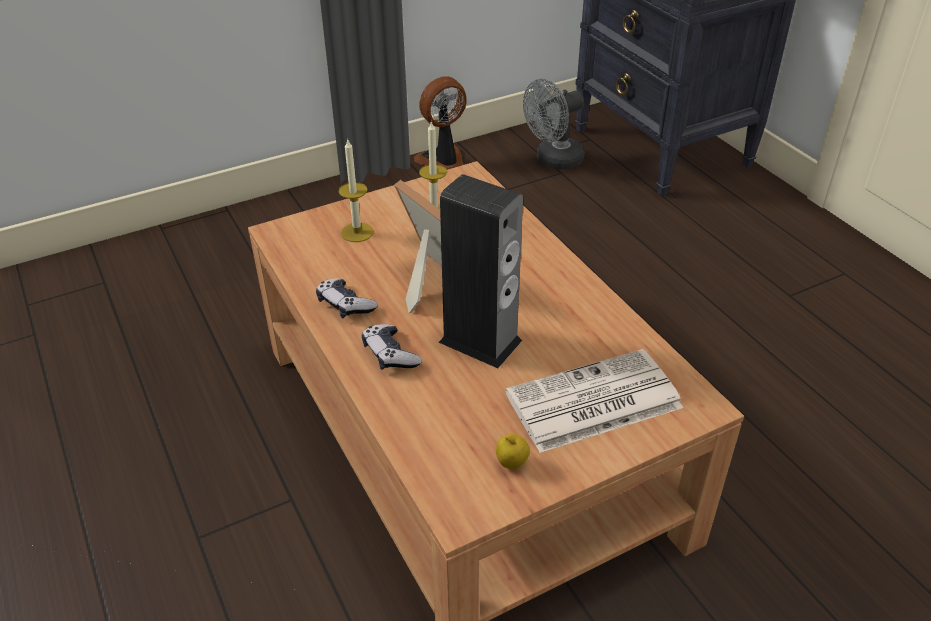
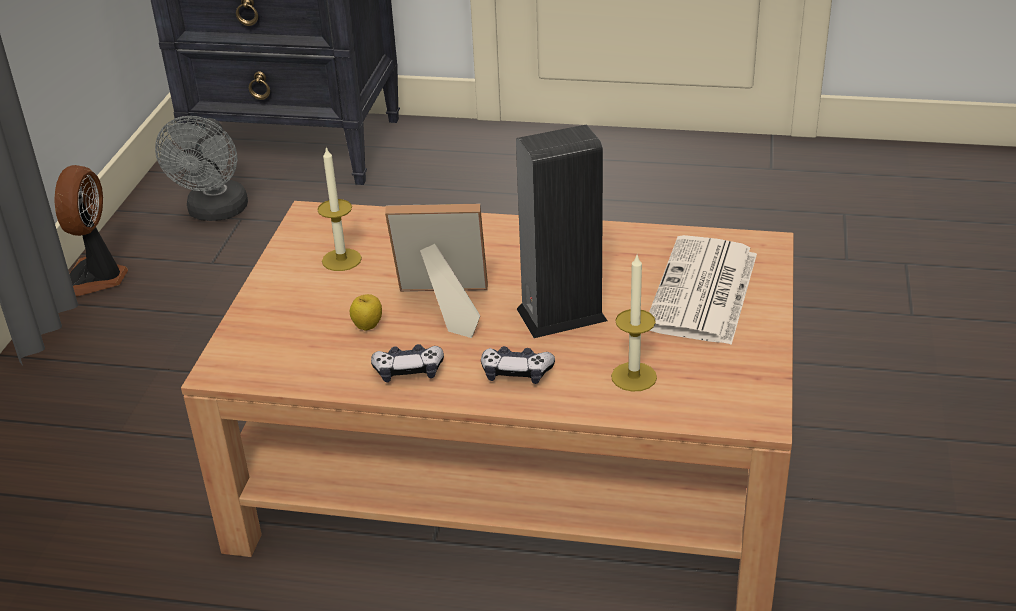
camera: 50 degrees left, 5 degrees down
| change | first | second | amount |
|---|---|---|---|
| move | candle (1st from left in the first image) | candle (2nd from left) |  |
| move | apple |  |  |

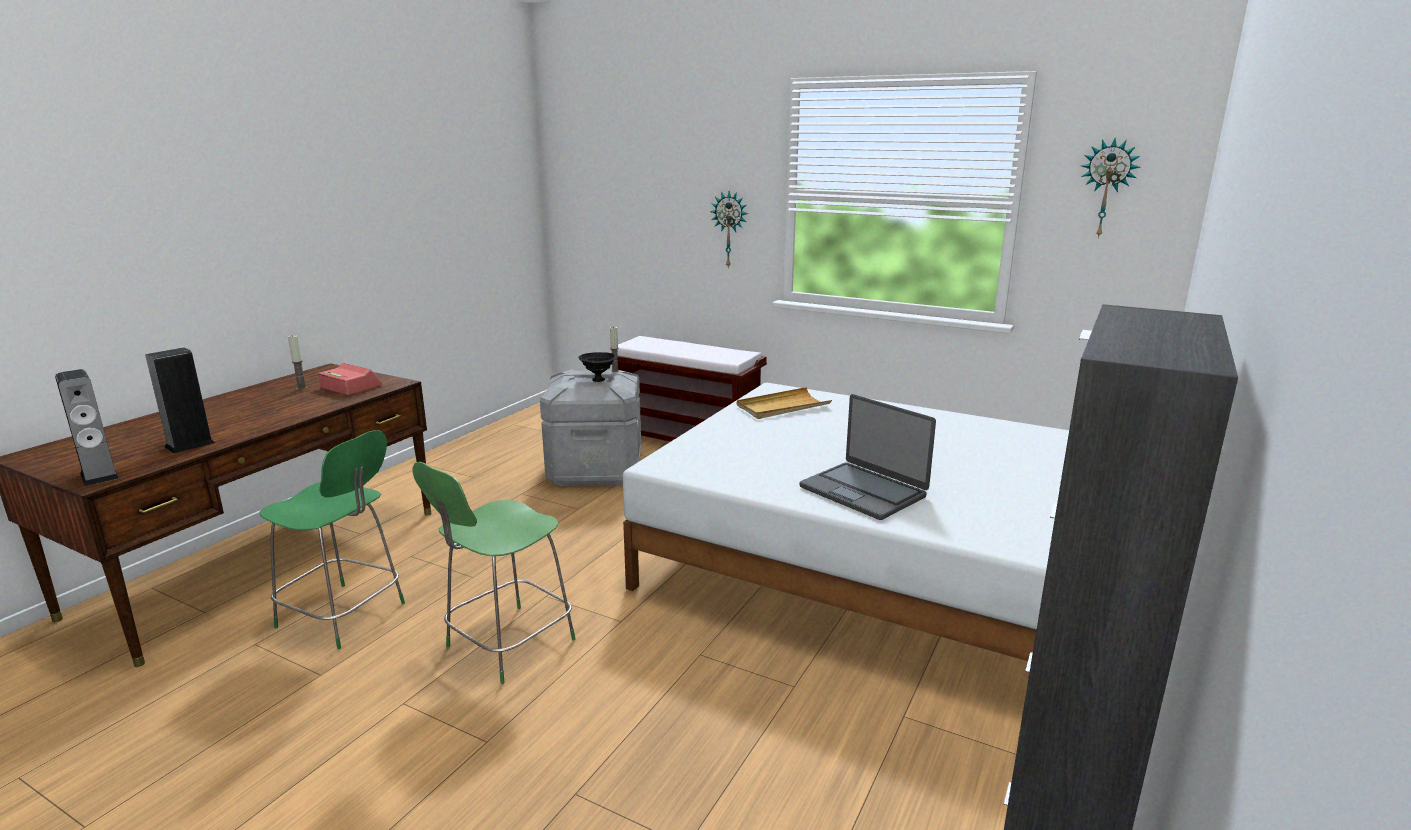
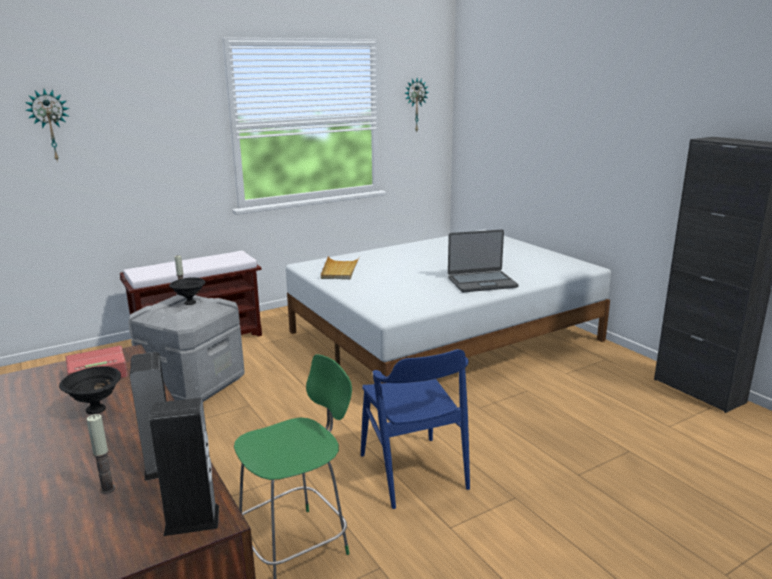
camera: 60 degrees left, 0 degrees up
| change | first | second | amount |
|---|---|---|---|
| insert |  | bowl (black) (1st from left) |  |
| move | candle (1st from left) |  |  |
| move | wall clock (1st from left) |  |  |
| replace | stool (green) (2nd from left) | chair (blue) |  |

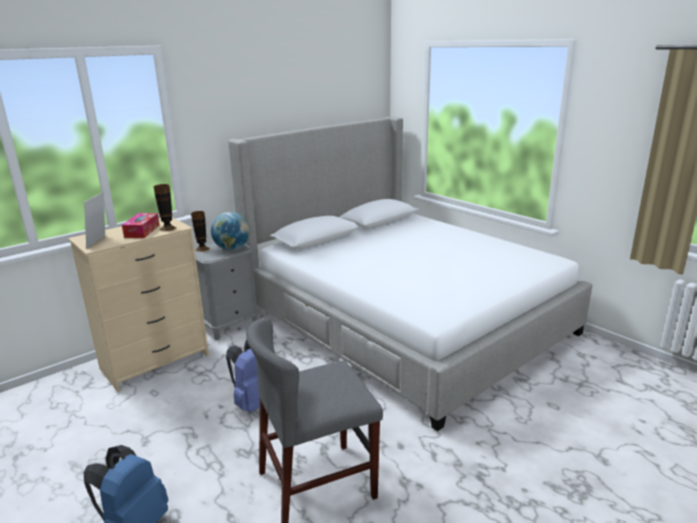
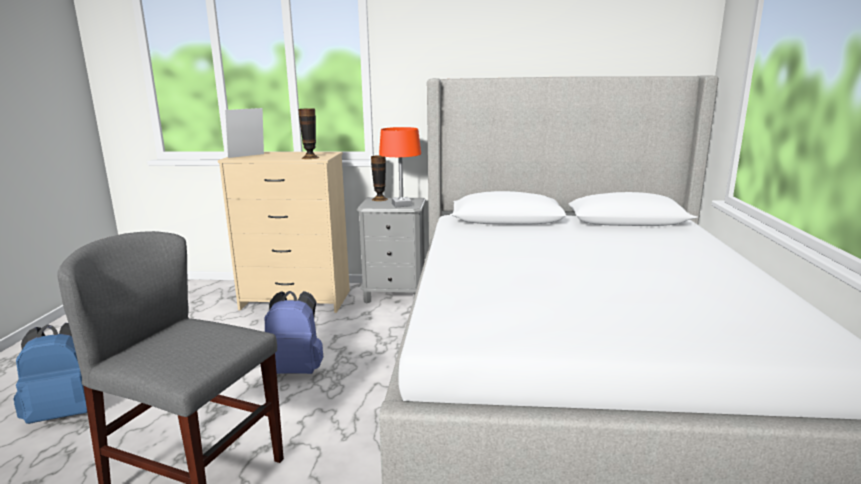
camera: 45 degrees right, 5 degrees down
| change | first | second | amount |
|---|---|---|---|
| delete | tissue box |  |  |
| replace | globe | table lamp (orange) |  |

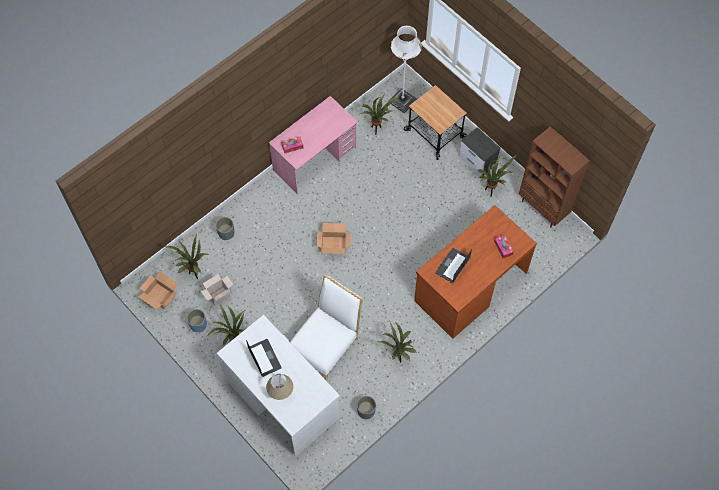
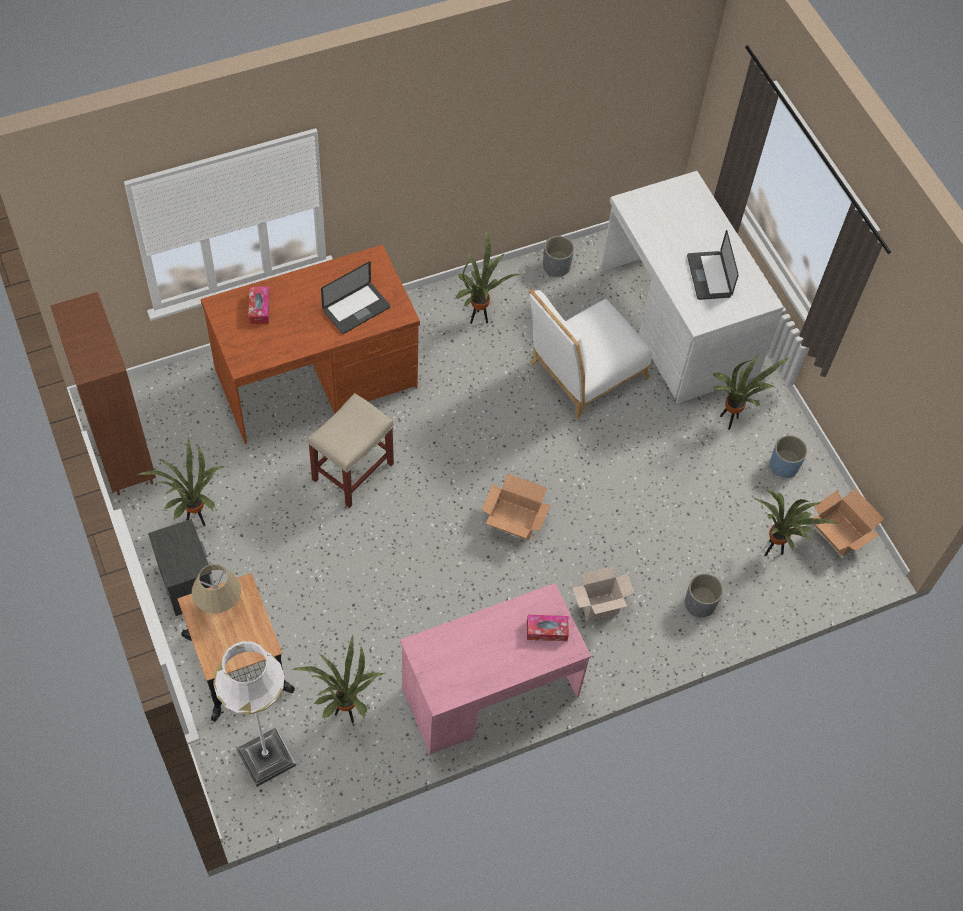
camera: 165 degrees left, 5 degrees down
| change | first | second | amount |
|---|---|---|---|
| insert |  | stool (beige) |  |
| move | cardboard box (2nd from left) |  |  |
| move | table lamp (beige) |  |  |

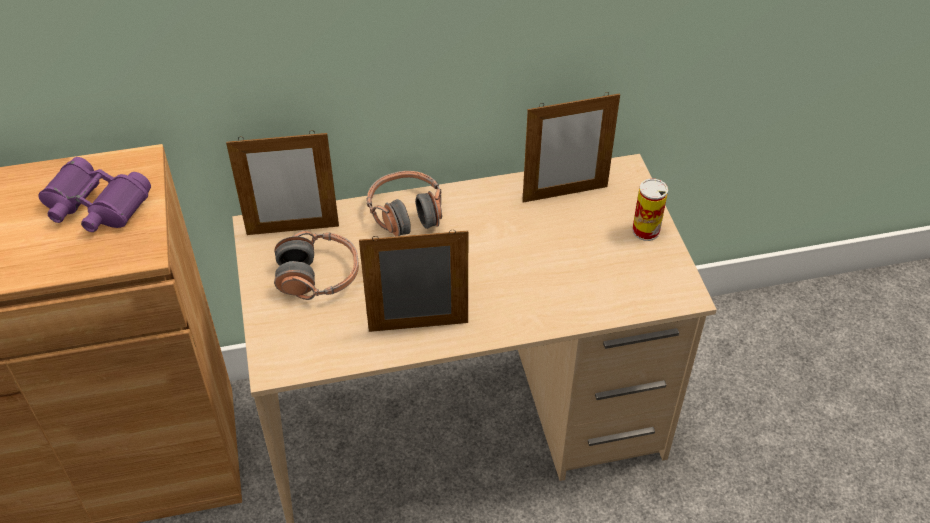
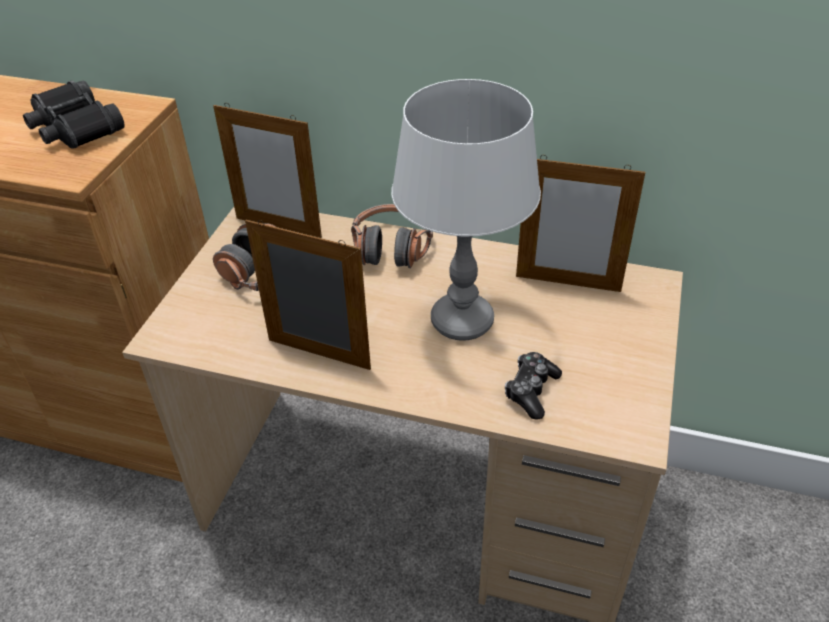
camera: 30 degrees right, 5 degrees down
| change | first | second | amount |
|---|---|---|---|
| delete | can |  |  |
| insert |  | table lamp (white) |  |
| insert |  | game controller |  |
| recolor | binoculars (purple) | binoculars (black) |  |

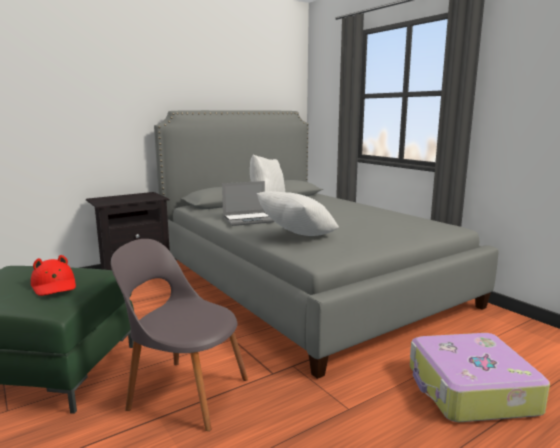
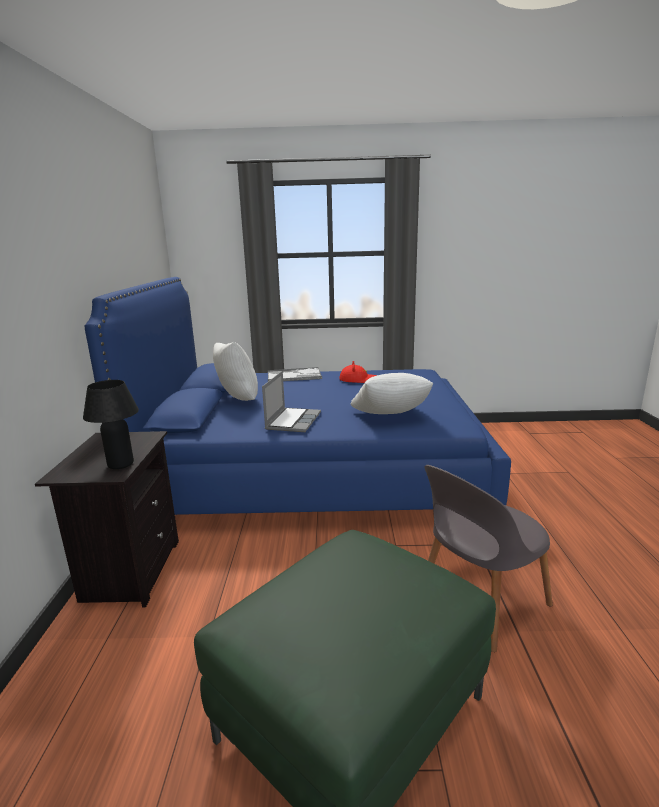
camera: 55 degrees left, 5 degrees up
| change | first | second | amount |
|---|---|---|---|
| delete | suitcase |  |  |
| insert |  | table lamp (black) |  |
| insert |  | tray |  |
| move | hat (red) |  |  |
| recolor | bed (grey) | bed (blue) |  |

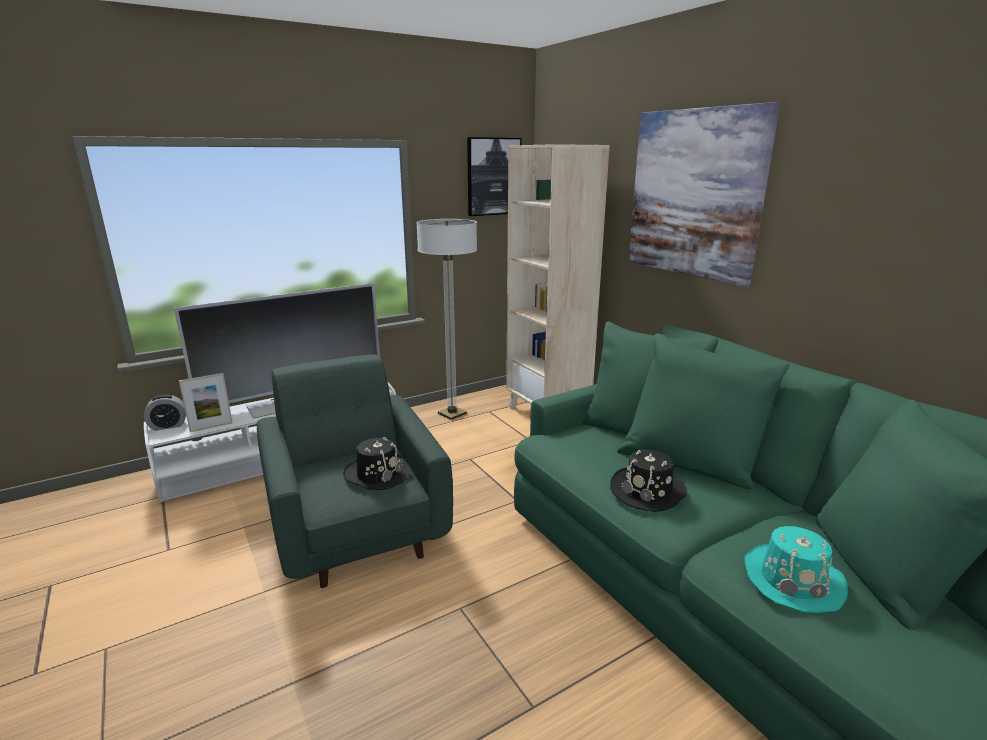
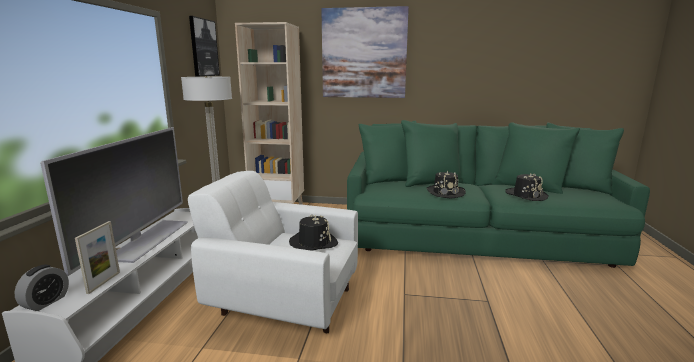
camera: 50 degrees left, 5 degrees down
| change | first | second | amount |
|---|---|---|---|
| recolor | armchair (green) | armchair (white) |  |
| recolor | hat (turquoise) | hat (black) (3rd from left) |  |

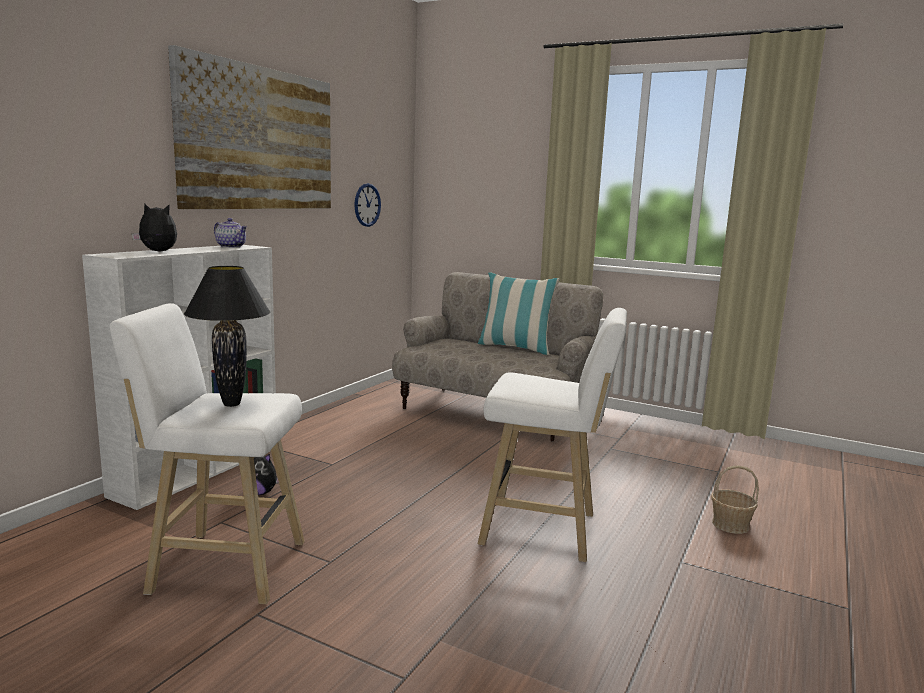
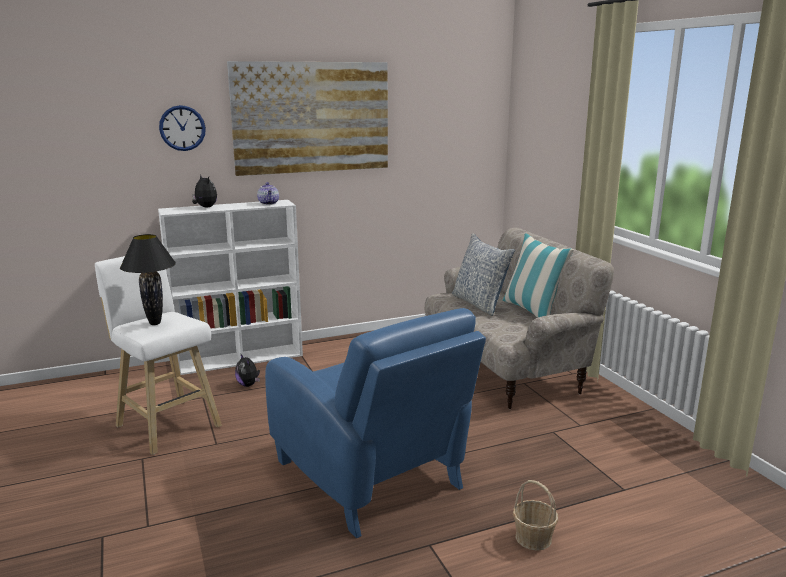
camera: 40 degrees right, 5 degrees up
| change | first | second | amount |
|---|---|---|---|
| insert |  | pillow (1st from left) |  |
| move | wall clock |  |  |
| replace | stool (white) (2nd from left) | armchair (blue) |  |

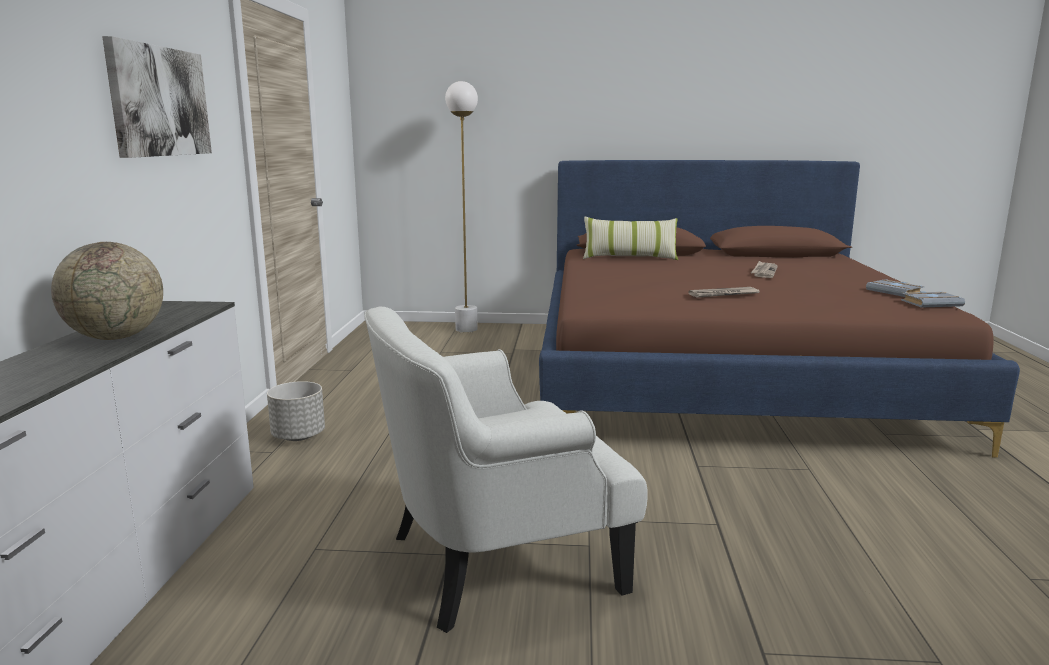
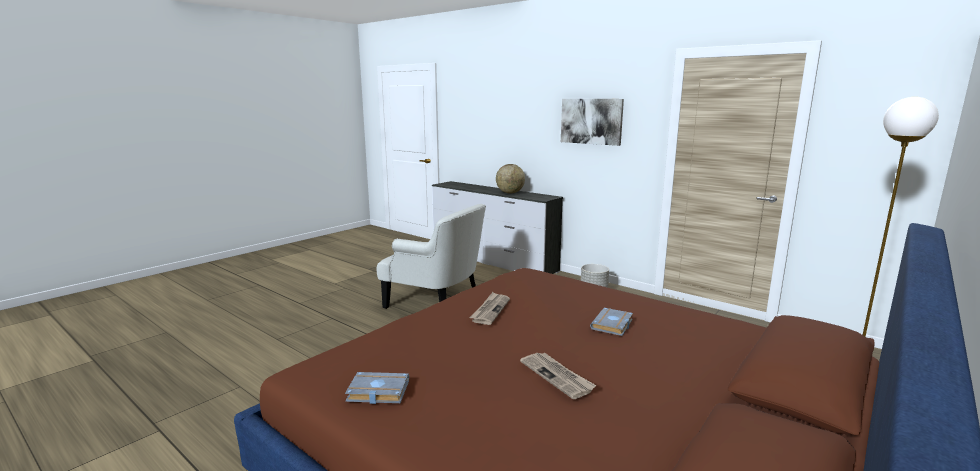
camera: 125 degrees right, 0 degrees up
| change | first | second | amount |
|---|---|---|---|
| delete | pillow |  |  |
| move | book (grey) (2nd from left) |  |  |
| rotate | armchair (white) |  | 105 degrees clockwise |

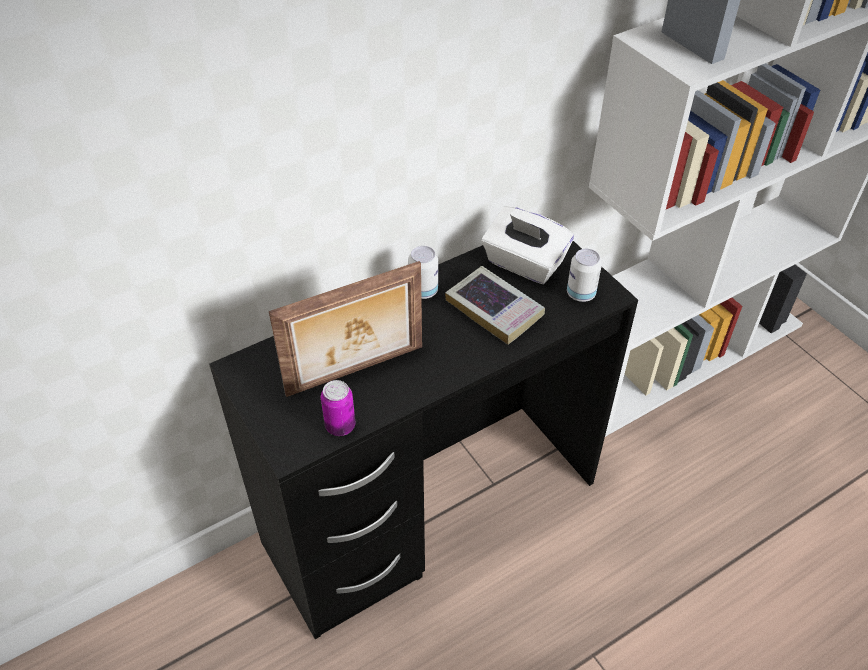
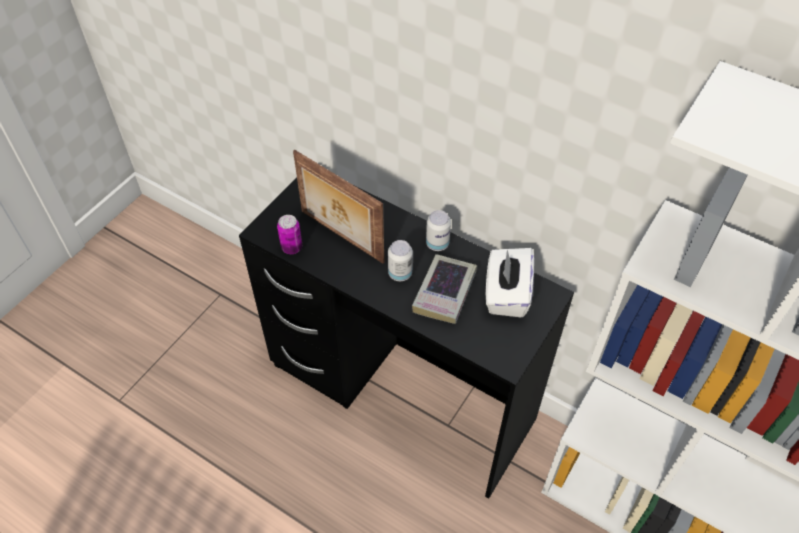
camera: 65 degrees right, 5 degrees up
| change | first | second | amount |
|---|---|---|---|
| move | can (3rd from left in the first image) | can (2nd from left) |  |

